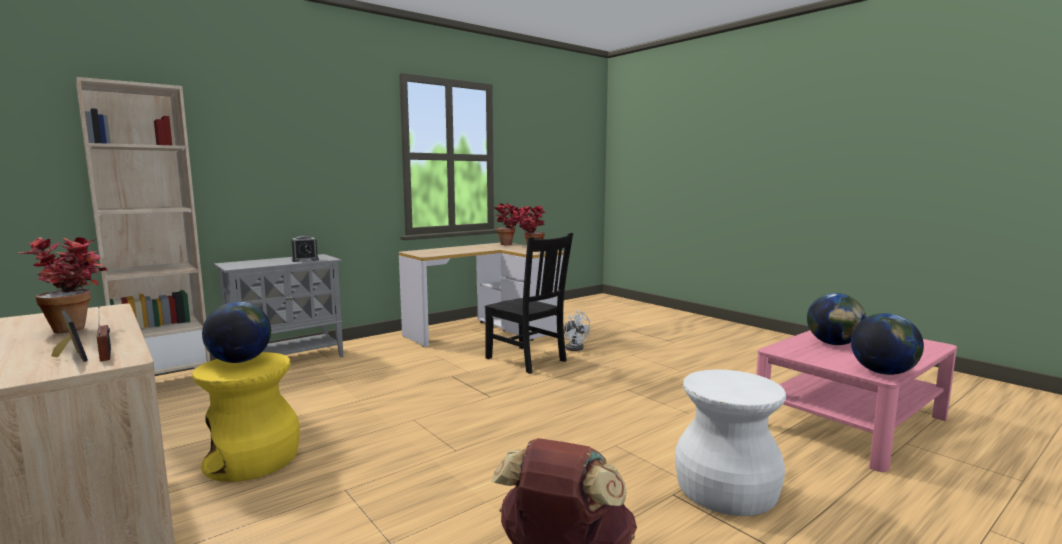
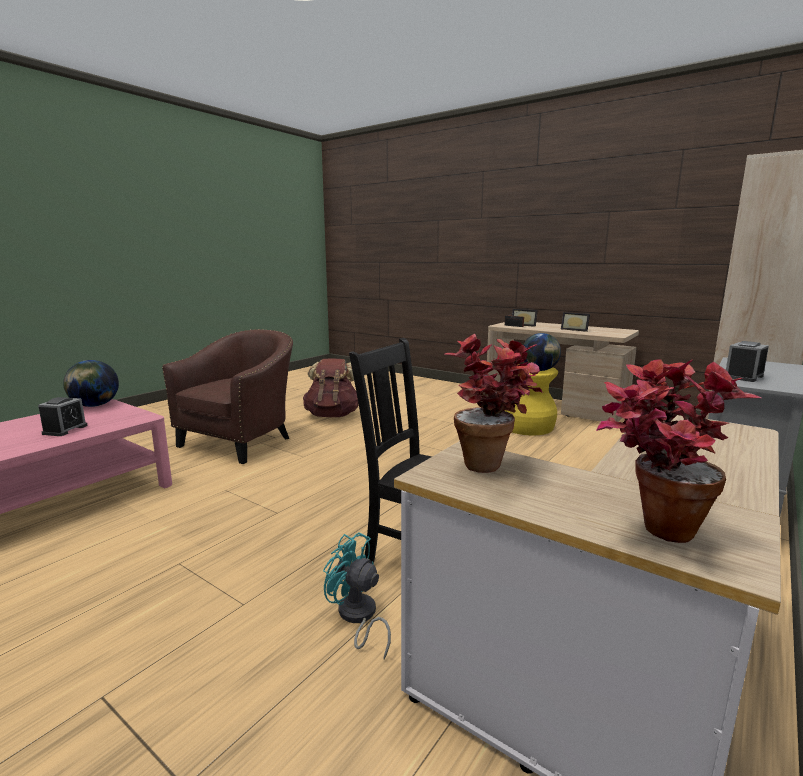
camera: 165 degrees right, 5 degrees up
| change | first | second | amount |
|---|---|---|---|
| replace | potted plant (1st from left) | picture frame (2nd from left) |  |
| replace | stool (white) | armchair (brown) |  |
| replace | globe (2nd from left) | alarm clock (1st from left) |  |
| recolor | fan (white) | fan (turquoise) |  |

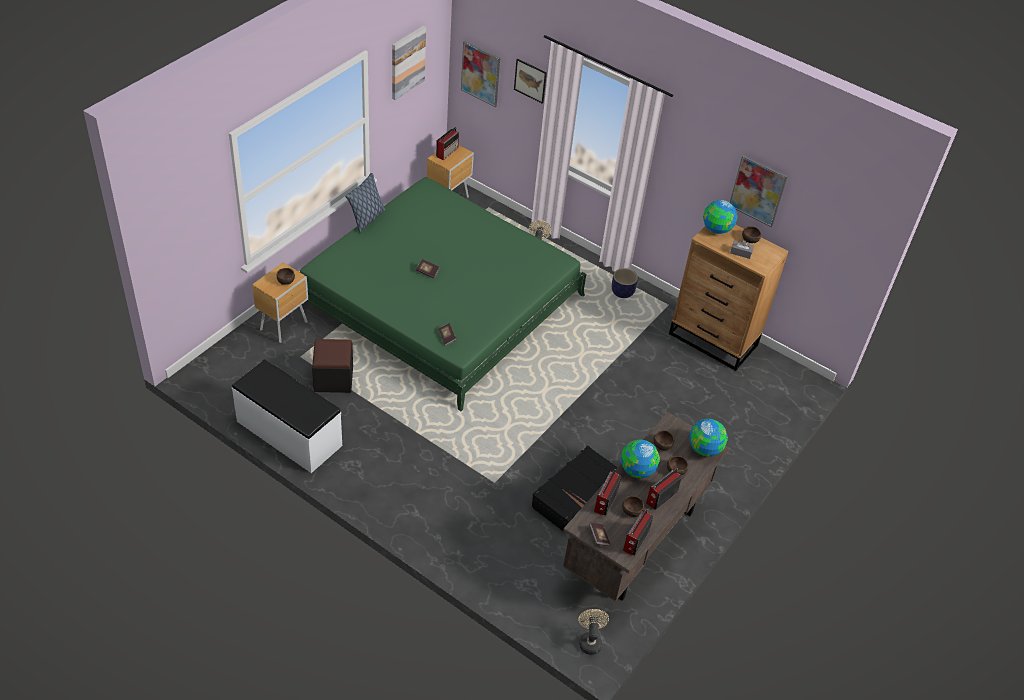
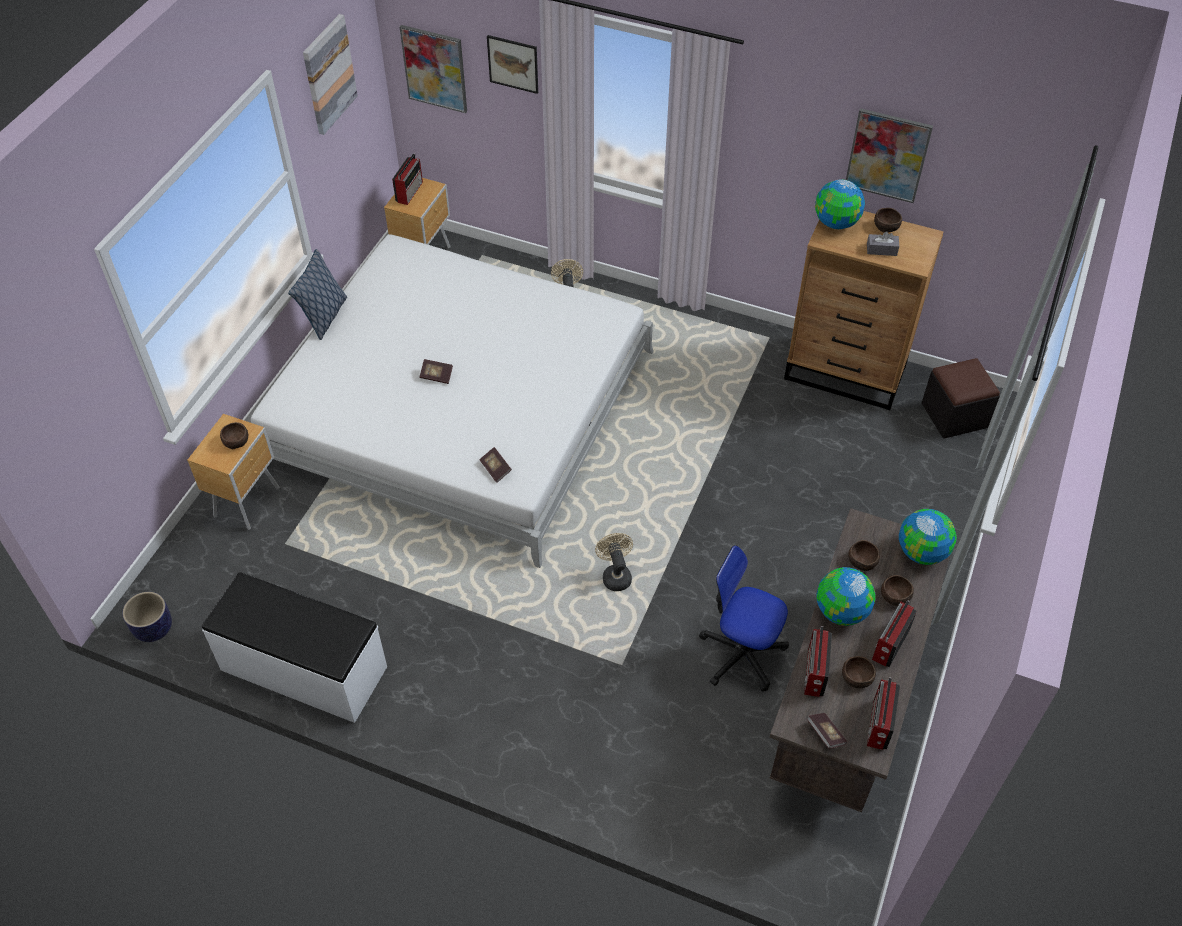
camera: 10 degrees left, 5 degrees up
| change | first | second | amount |
|---|---|---|---|
| move | ottoman (black) |  |  |
| move | fan (beige) (2nd from left) |  |  |
| move | planter |  |  |
| replace | suitcase (black) | office chair |  |
| recolor | bed (green) | bed (white) |  |

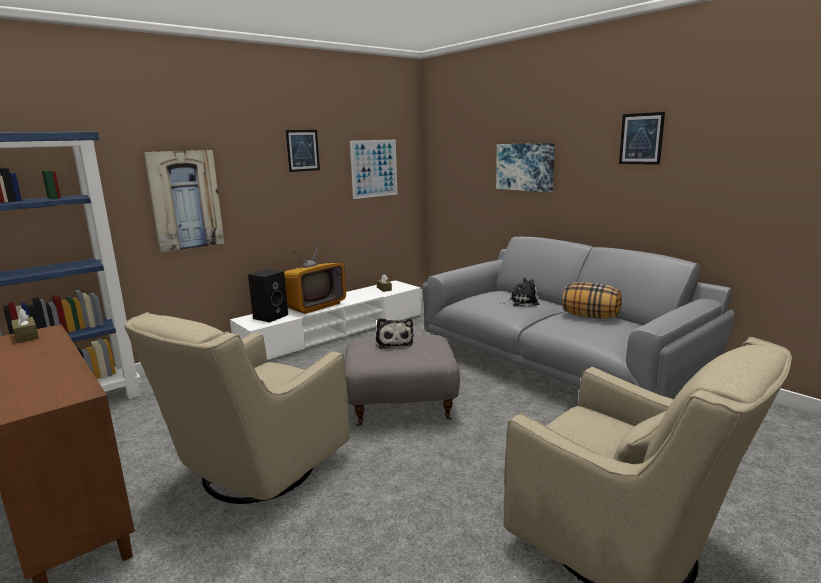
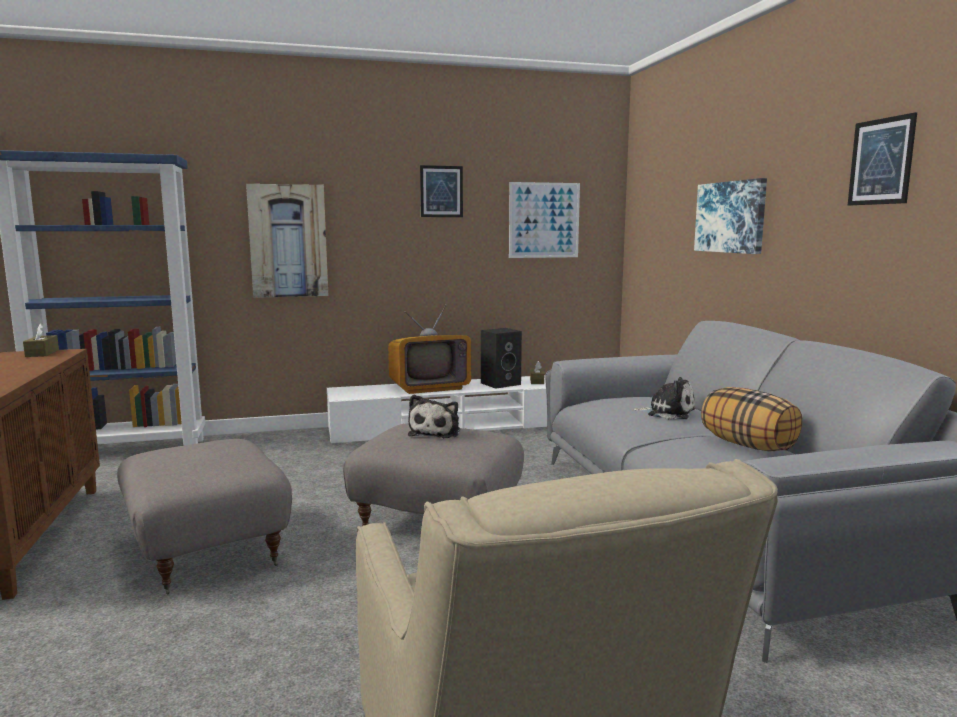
camera: 25 degrees right, 5 degrees down
| change | first | second | amount |
|---|---|---|---|
| move | speaker (black) |  |  |
| replace | armchair (beige) (1st from left) | ottoman (grey) (1st from left) |  |

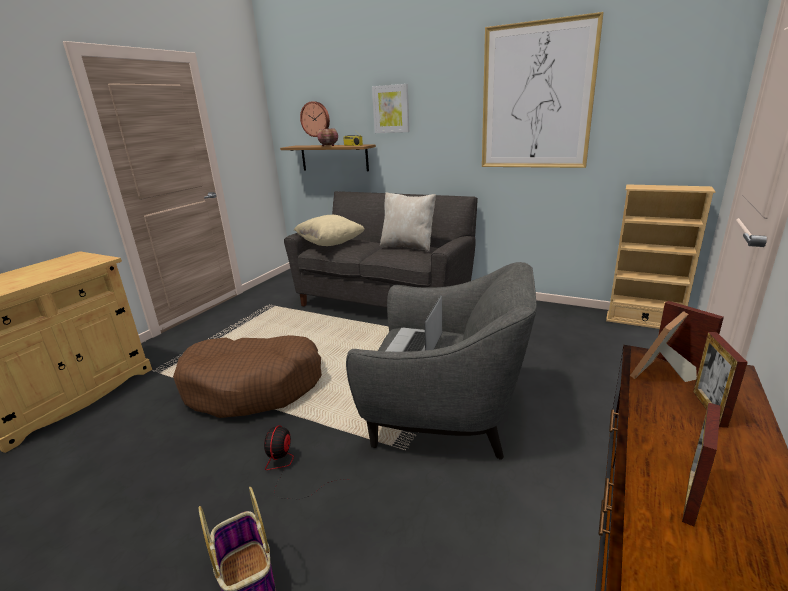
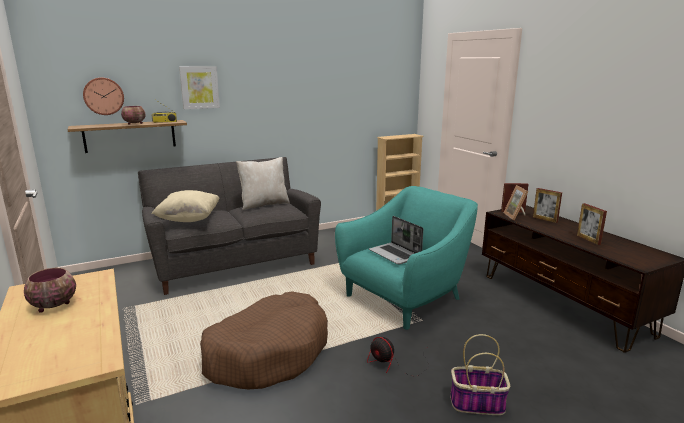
camera: 55 degrees left, 5 degrees down
| change | first | second | amount |
|---|---|---|---|
| delete | picture (2nd from left) |  |  |
| insert |  | bowl (1st from left) |  |
| recolor | armchair (grey) | armchair (turquoise) |  |

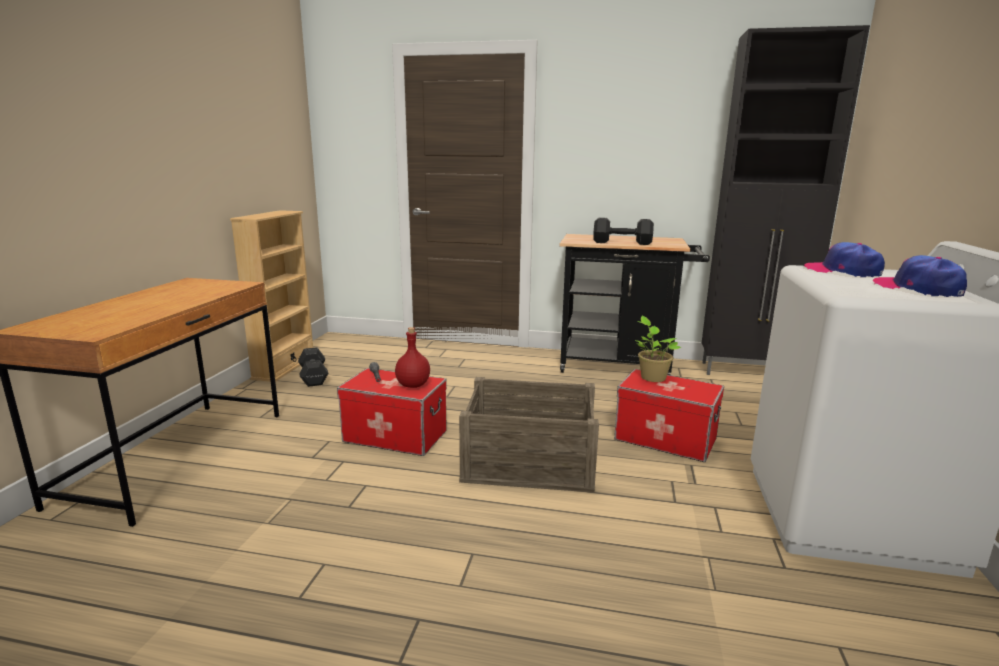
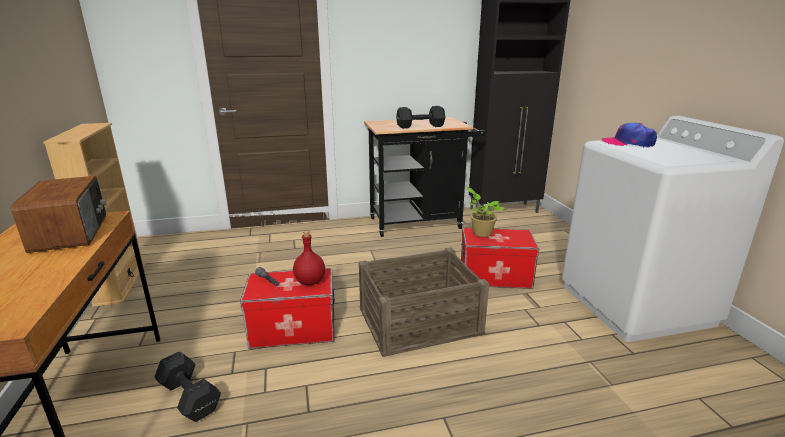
camera: 25 degrees left, 5 degrees up
| change | first | second | amount |
|---|---|---|---|
| delete | cap (2nd from left) |  |  |
| insert |  | radio |  |
| move | dumbbell (black) (1st from left) |  |  |

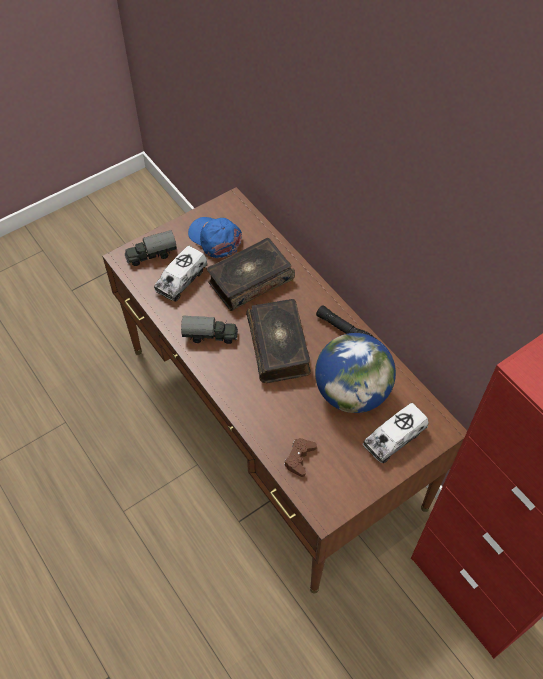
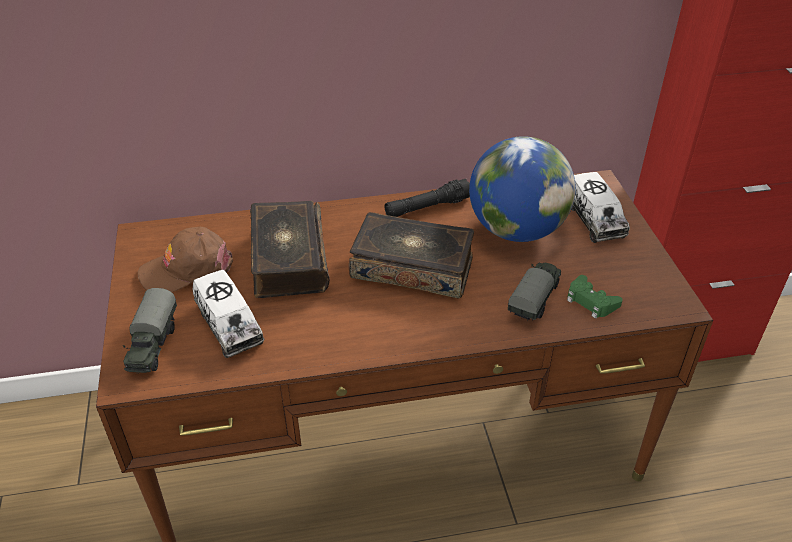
camera: 65 degrees left, 15 degrees down
| change | first | second | amount |
|---|---|---|---|
| move | toy truck (3rd from left) |  |  |
| recolor | cap (blue) | cap (brown) |  |
| recolor | game controller (brown) | game controller (green) |  |

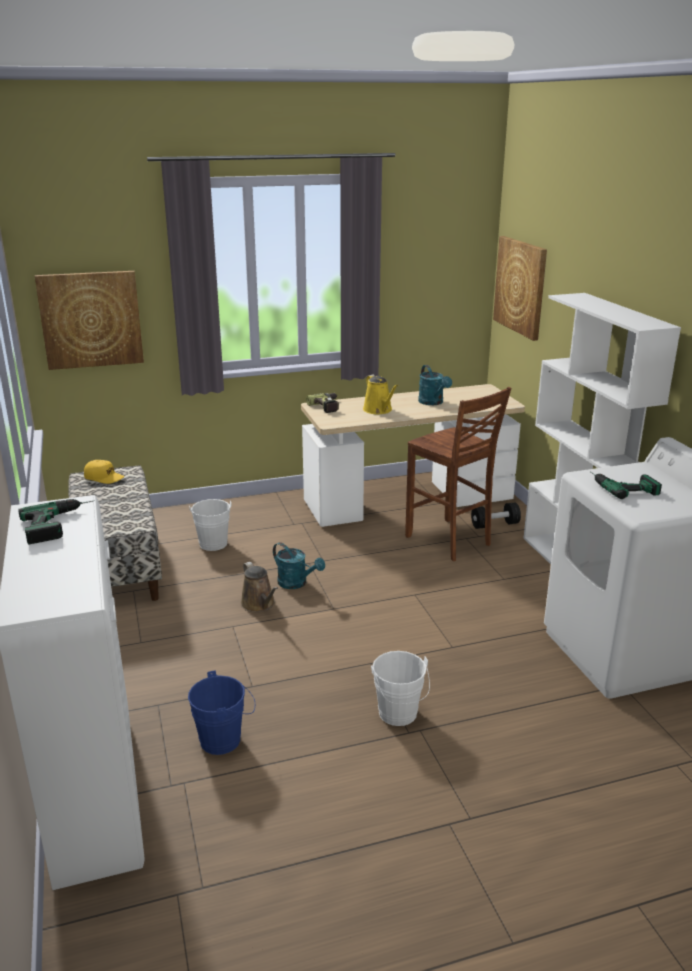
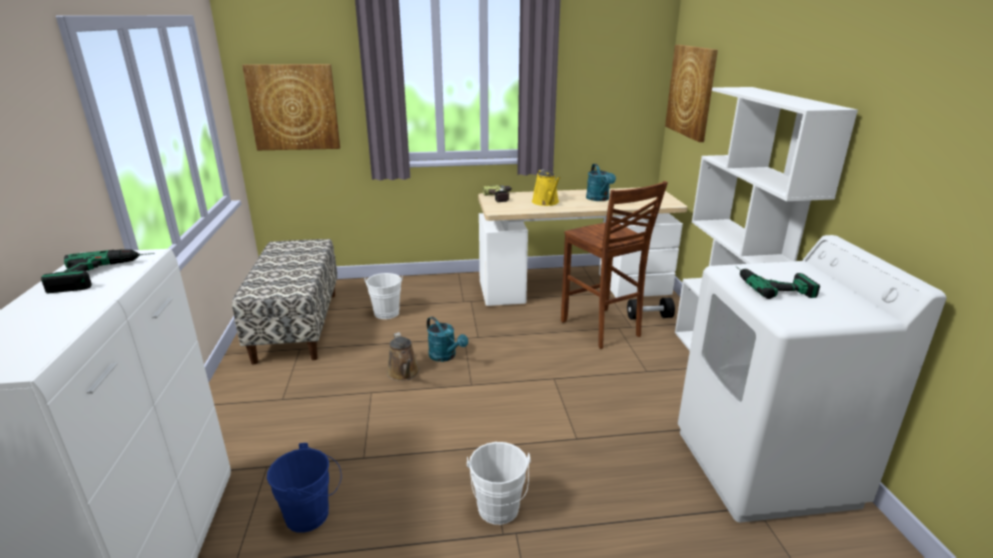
camera: 10 degrees right, 0 degrees up
| change | first | second | amount |
|---|---|---|---|
| delete | cap (yellow) |  |  |

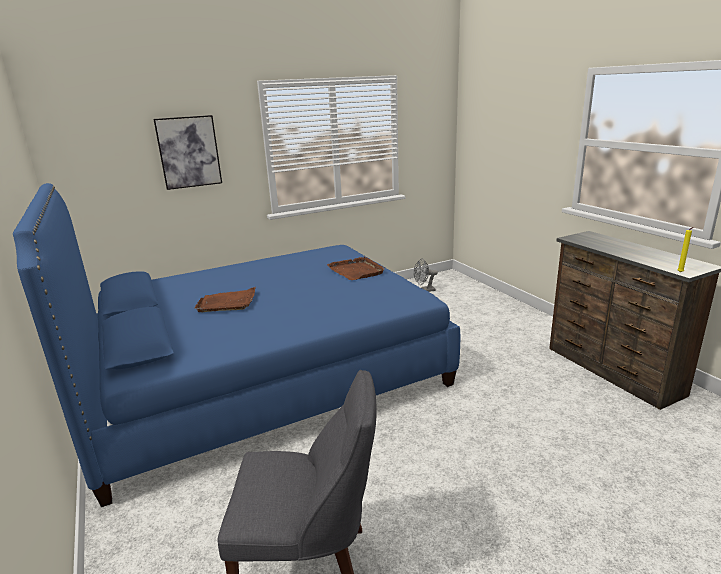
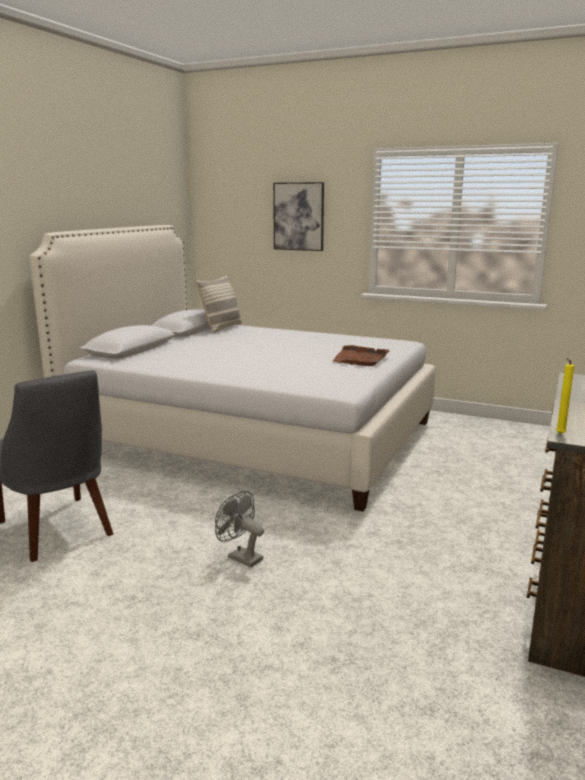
camera: 50 degrees right, 5 degrees down
| change | first | second | amount |
|---|---|---|---|
| delete | tray (brown) (1st from left) |  |  |
| insert |  | pillow |  |
| move | fan (grey) |  |  |
| recolor | bed (blue) | bed (white) |  |

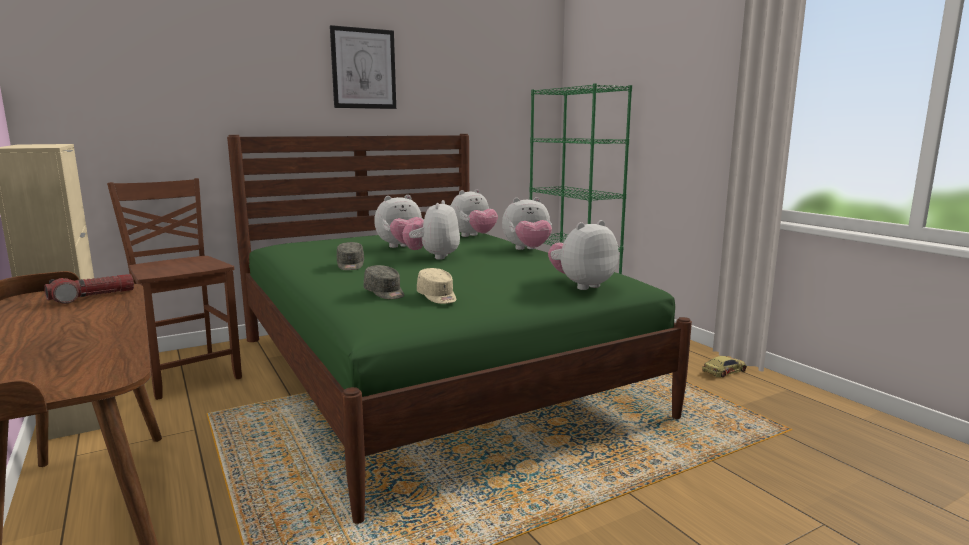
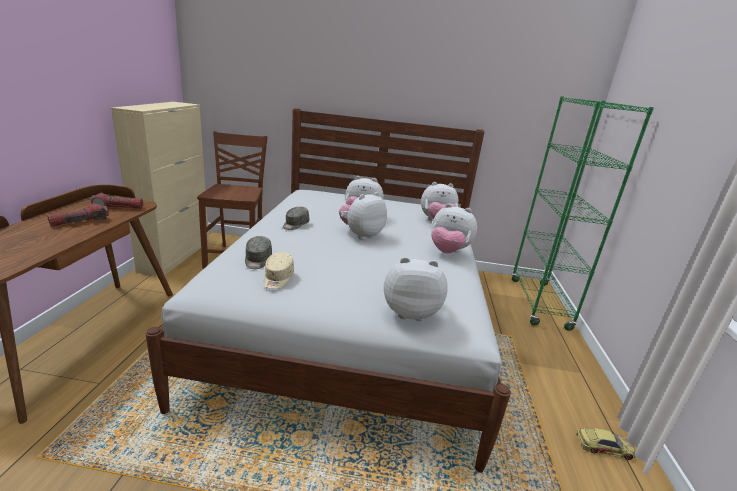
camera: 35 degrees right, 10 degrees up
| change | first | second | amount |
|---|---|---|---|
| delete | picture |  |  |
| insert |  | flashlight (1st from left) |  |
| recolor | bed (green) | bed (white) |  |

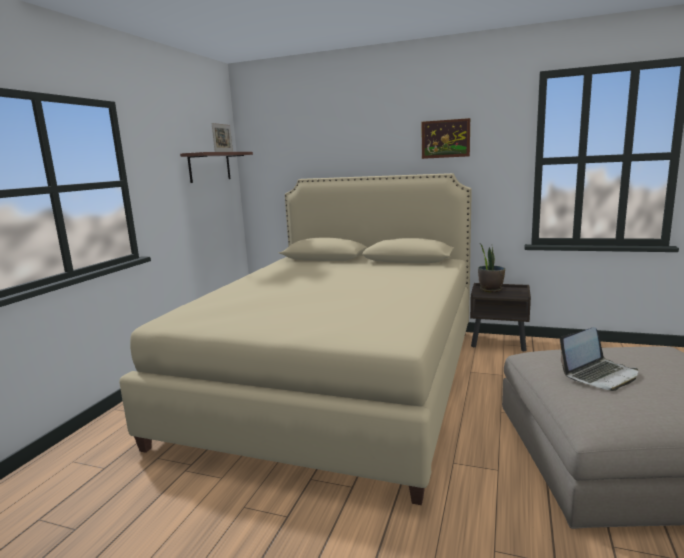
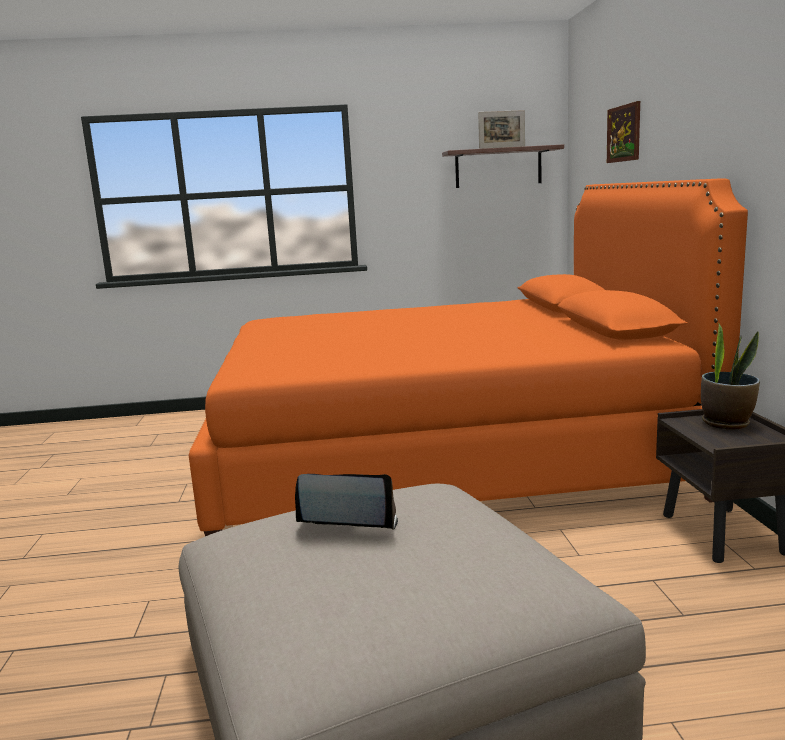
camera: 65 degrees right, 0 degrees up
| change | first | second | amount |
|---|---|---|---|
| move | picture |  |  |
| recolor | bed (beige) | bed (orange) |  |
| rotate | laptop |  | 150 degrees clockwise |

